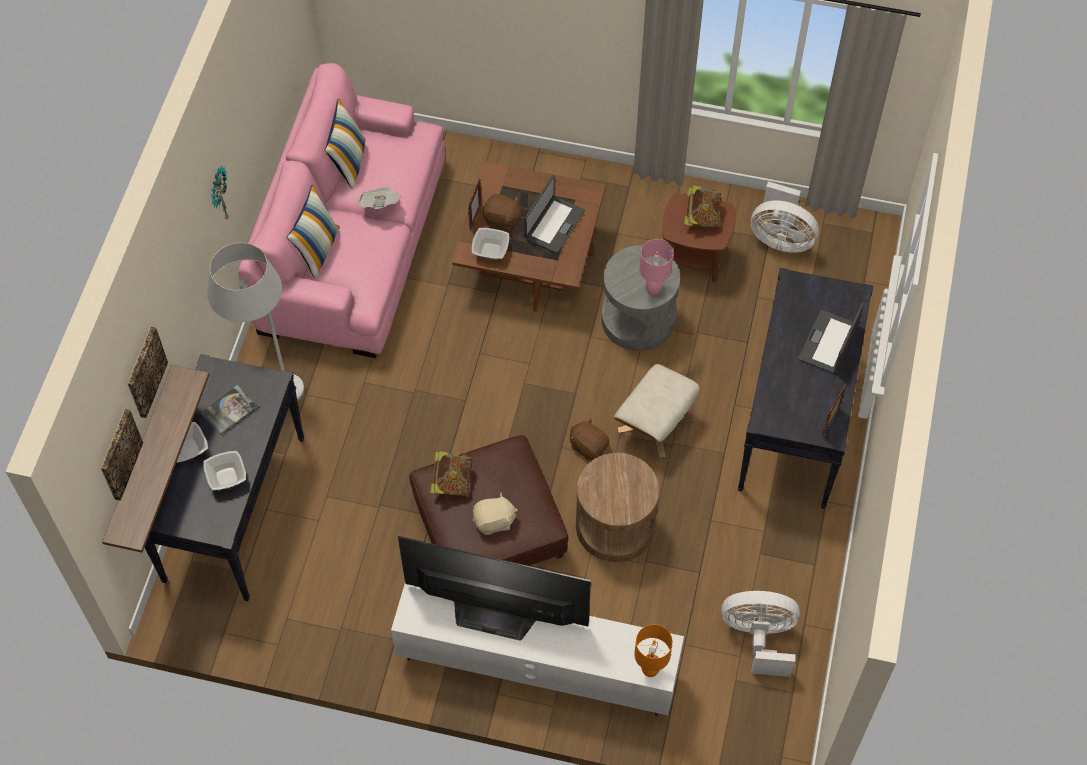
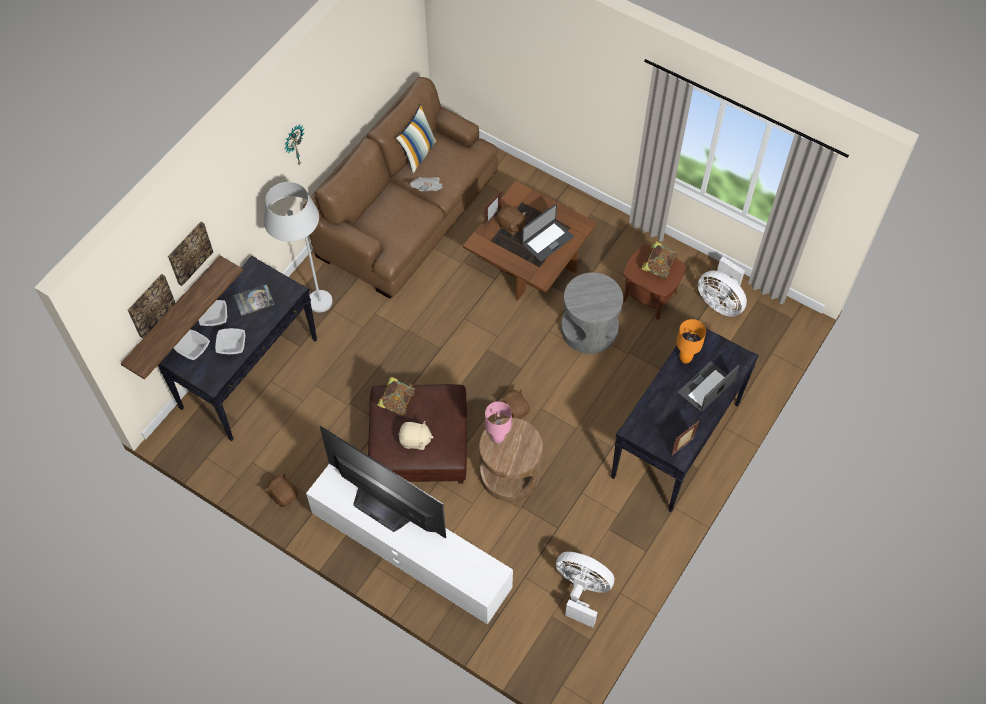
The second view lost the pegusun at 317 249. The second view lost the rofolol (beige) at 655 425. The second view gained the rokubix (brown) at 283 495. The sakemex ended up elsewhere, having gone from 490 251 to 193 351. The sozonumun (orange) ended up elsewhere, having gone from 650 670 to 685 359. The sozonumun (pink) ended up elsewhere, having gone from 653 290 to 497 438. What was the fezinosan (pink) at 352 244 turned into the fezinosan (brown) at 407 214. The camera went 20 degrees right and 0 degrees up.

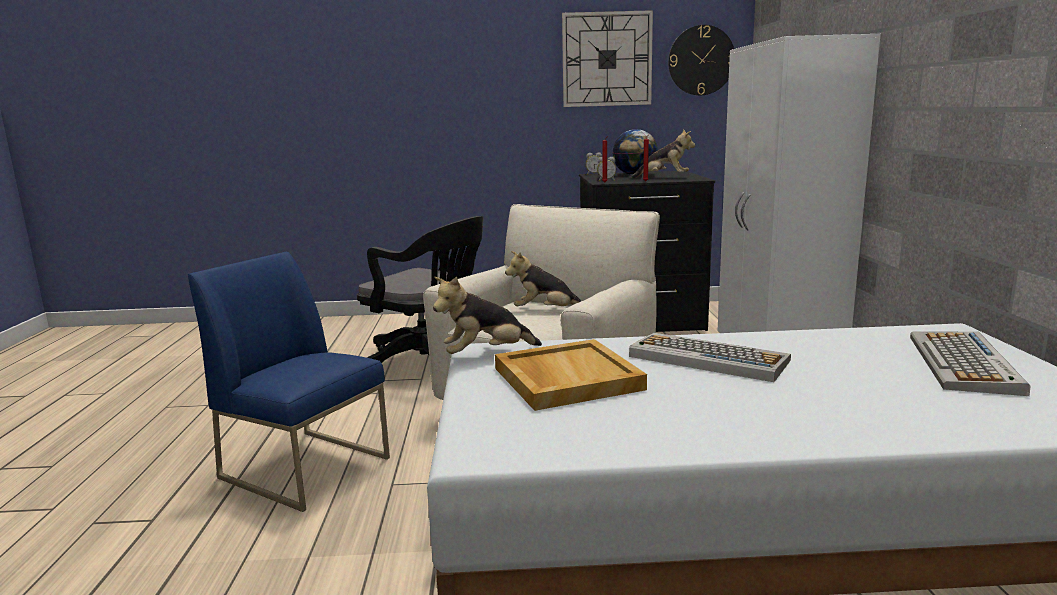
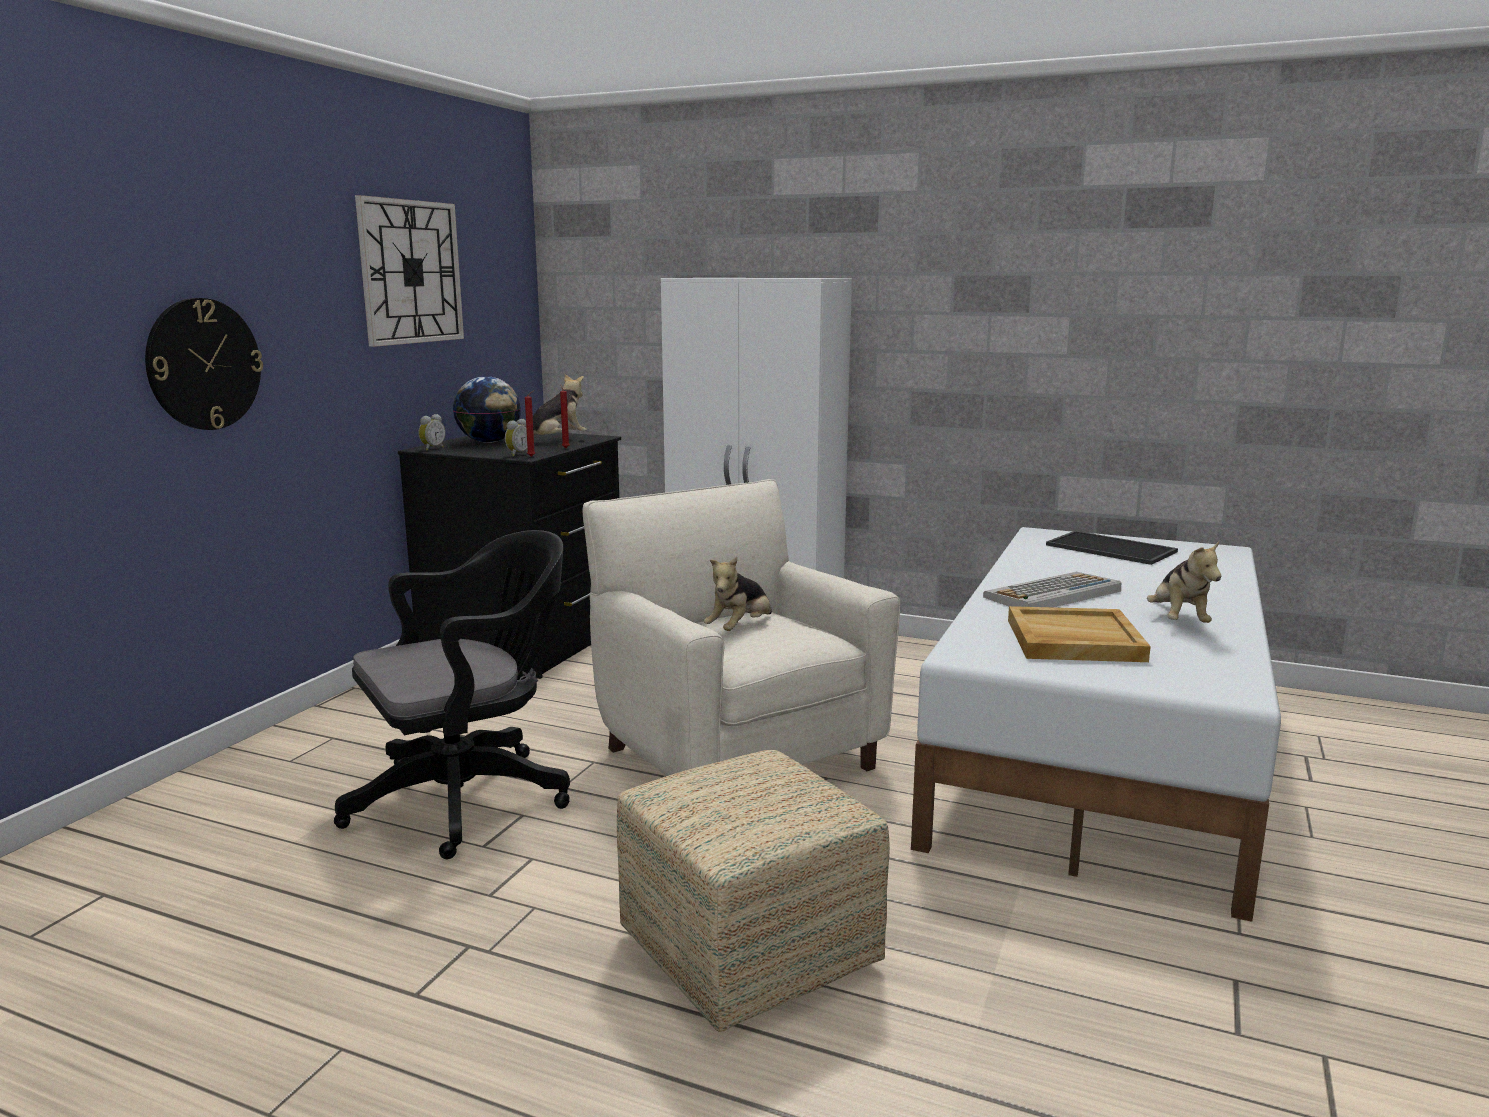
The rokubix ended up elsewhere, having gone from 486 355 to 1178 620. The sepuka ended up elsewhere, having gone from 701 60 to 204 364. Where the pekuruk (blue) stood at 307 467, the rofolol came to stand at 746 951. Where the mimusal stood at 964 364, the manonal came to stand at 1112 548. The camera went 65 degrees left and 0 degrees up.

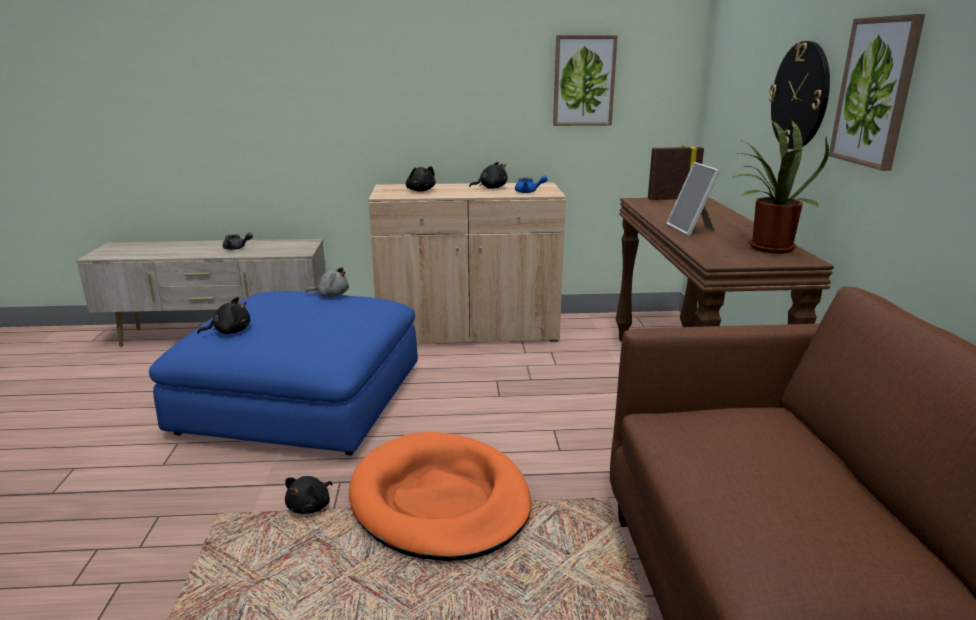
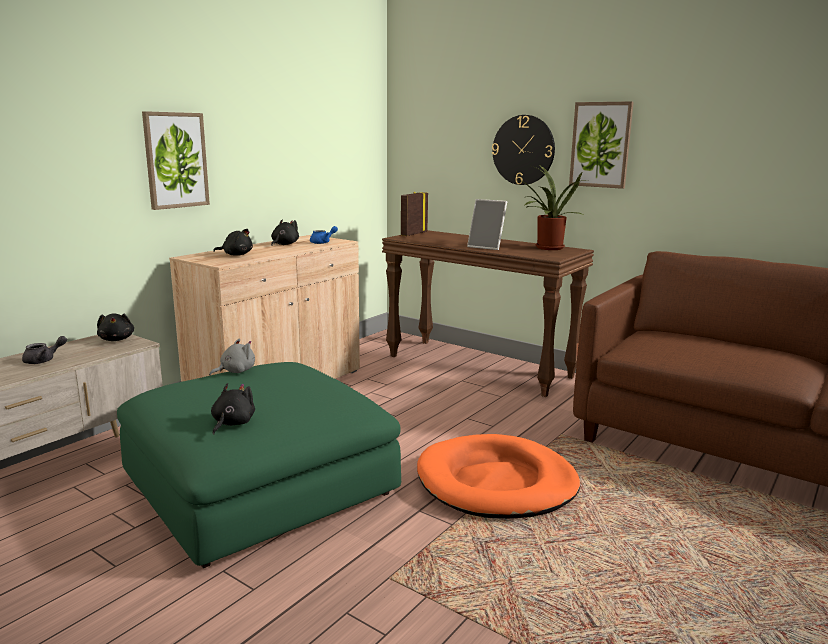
The rokubix (black) ended up elsewhere, having gone from 311 506 to 117 339. The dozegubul ended up elsewhere, having gone from 584 81 to 175 160. What was the rofolol (blue) at 302 400 turned into the rofolol (green) at 259 486. The camera went 50 degrees left and 5 degrees down.

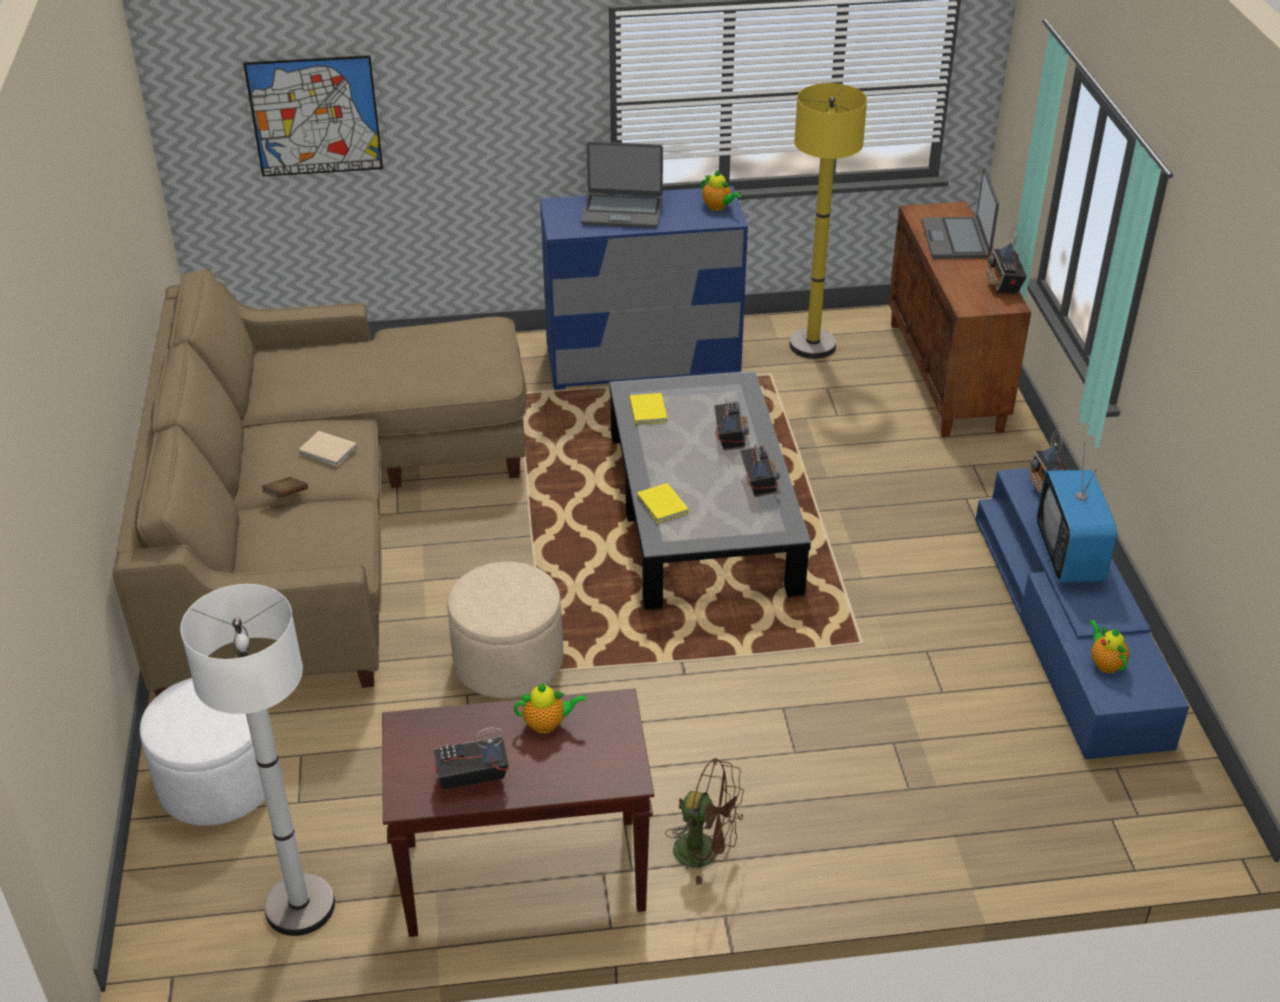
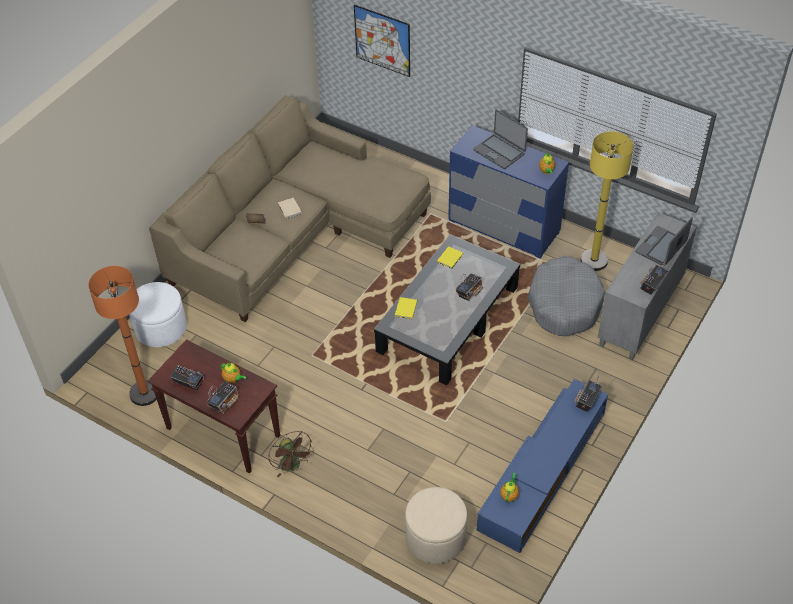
The second view lost the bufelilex at 1069 555. The second view gained the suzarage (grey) at 564 304. The rofolol (beige) ended up elsewhere, having gone from 508 662 to 435 537. The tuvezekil ended up elsewhere, having gone from 758 483 to 224 403. What was the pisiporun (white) at 300 906 turned into the pisiporun (orange) at 144 393. What was the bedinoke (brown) at 946 376 turned into the bedinoke (grey) at 640 314. The camera went 40 degrees right and 10 degrees up.

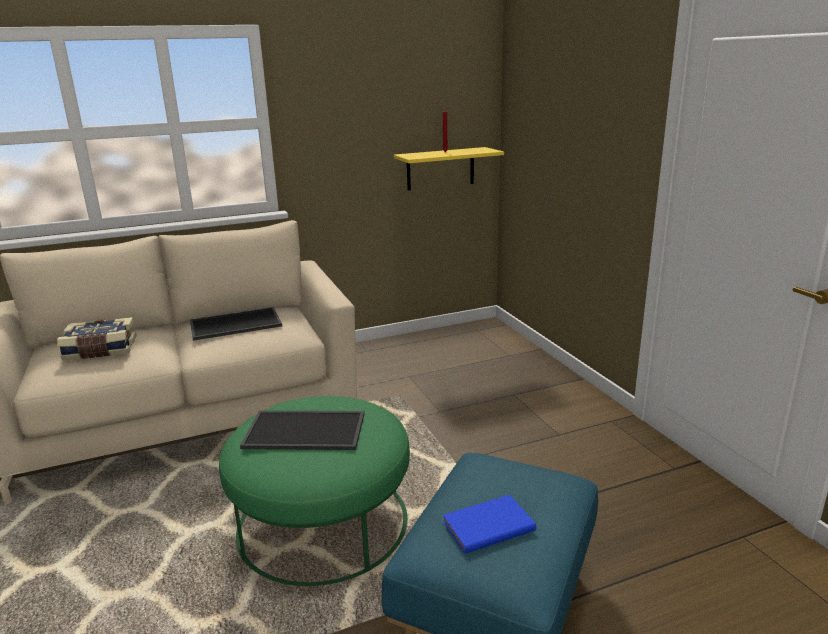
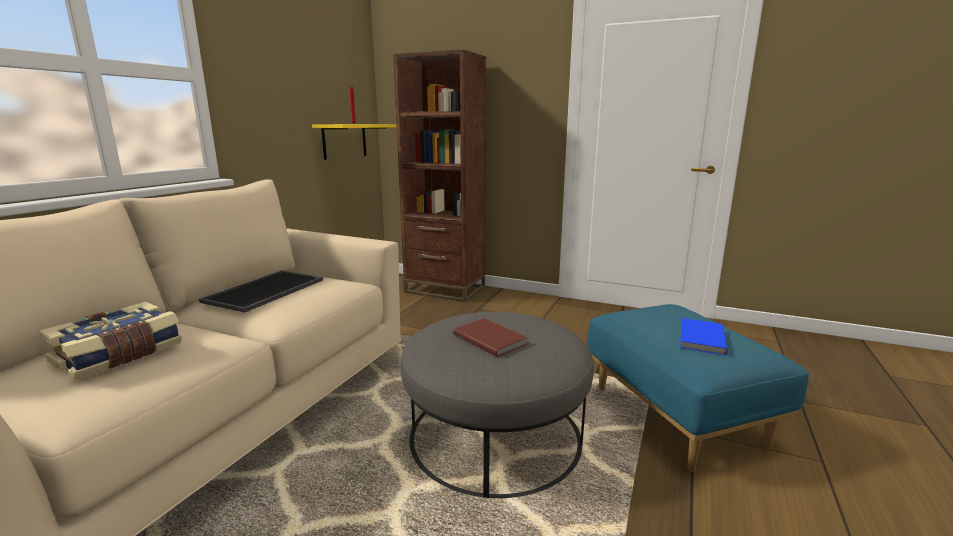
The second view gained the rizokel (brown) at 445 289. Where the manonal stood at 306 430, the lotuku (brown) came to stand at 490 339. What was the rofolol (green) at 323 522 turned into the rofolol (grey) at 494 435. The camera went 45 degrees left and 5 degrees down.

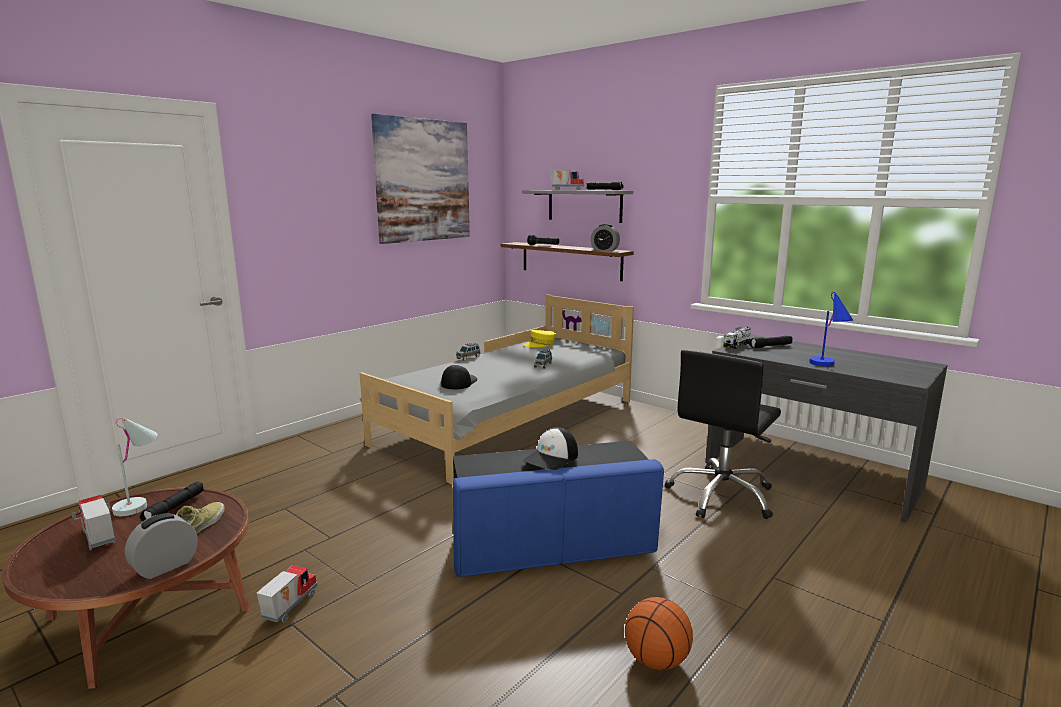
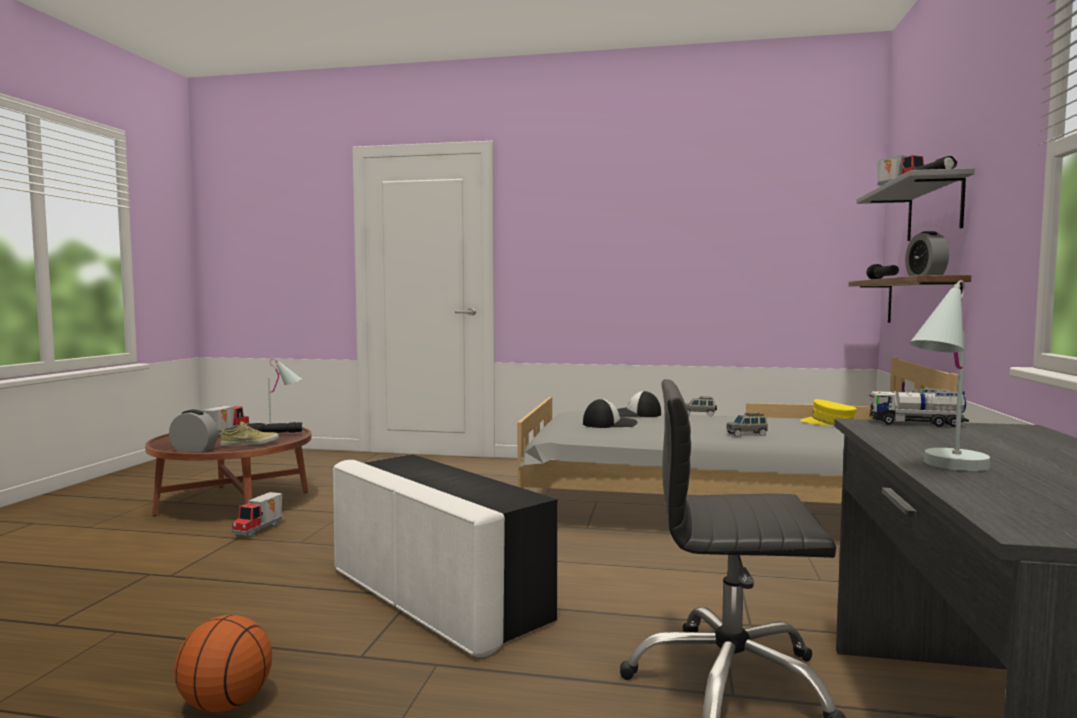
The second view lost the dozegubul at 423 180. The second view lost the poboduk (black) at 770 346. The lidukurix ended up elsewhere, having gone from 551 458 to 635 414. What was the rofolol (blue) at 552 546 turned into the rofolol (white) at 437 597. What was the sozonumun (blue) at 828 366 turned into the sozonumun (white) at 944 468. The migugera at 288 607 ended up facing another way, 120 degrees clockwise from before. The camera went 60 degrees right and 10 degrees down.

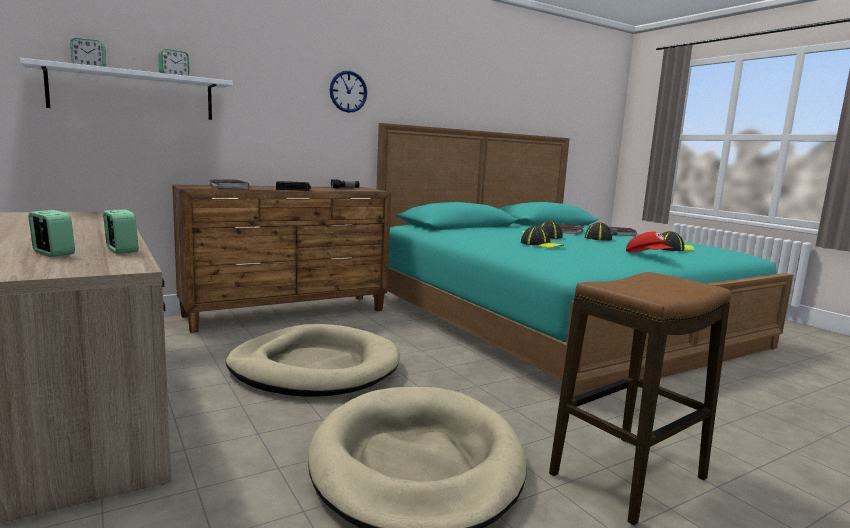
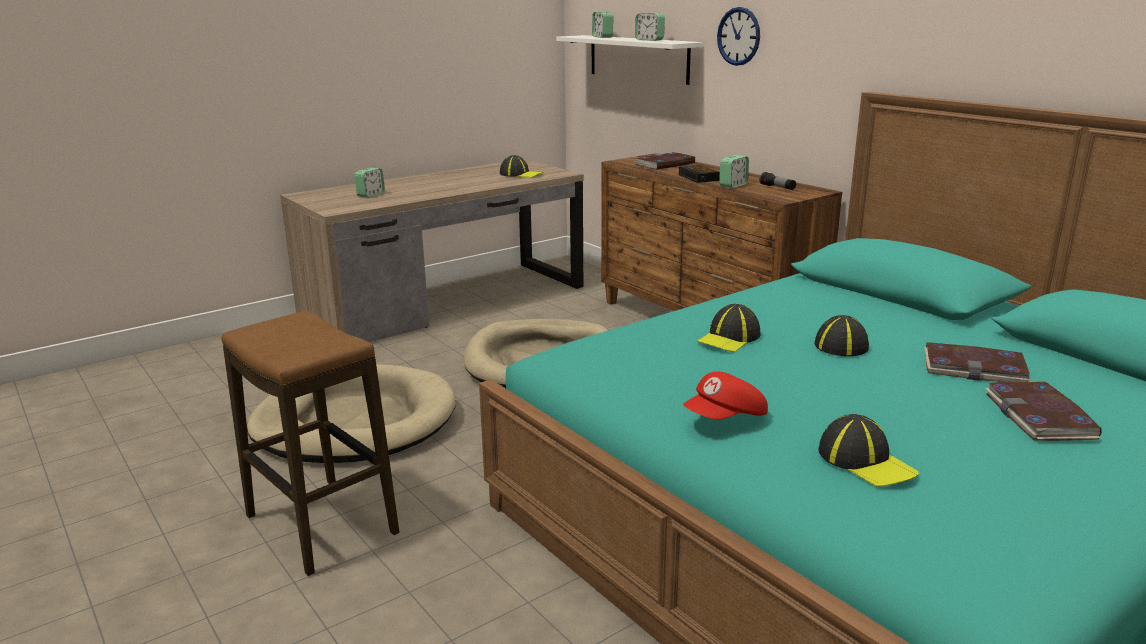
The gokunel ended up elsewhere, having gone from 121 250 to 733 185. The sepuka ended up elsewhere, having gone from 348 91 to 738 36. The lidukurix ended up elsewhere, having gone from 599 238 to 521 174. The camera went 85 degrees right and 10 degrees up.

